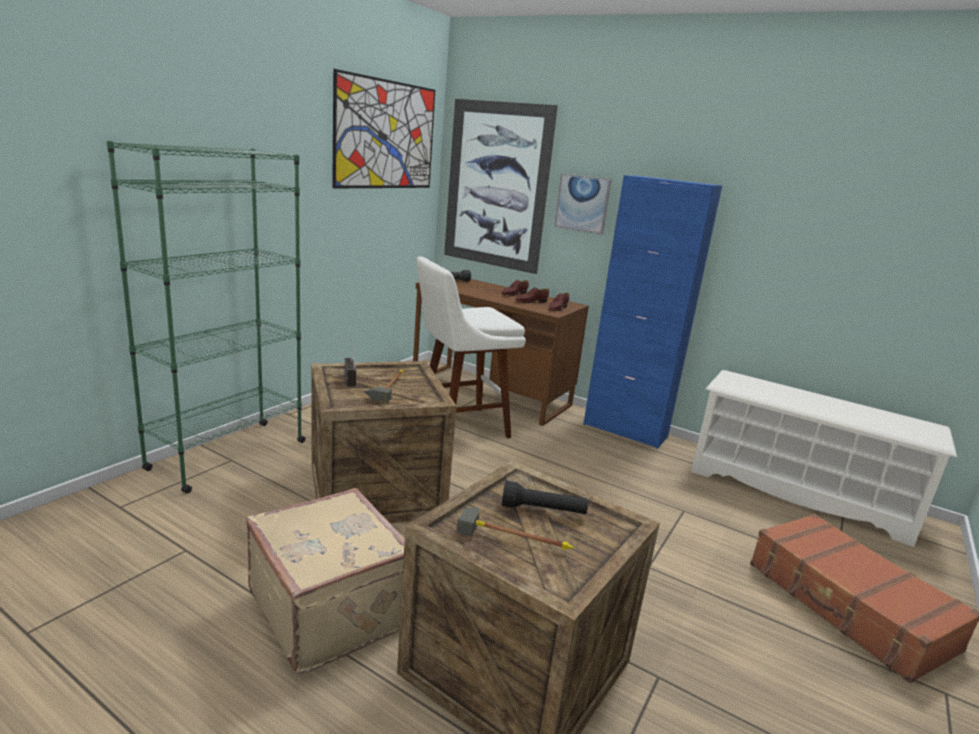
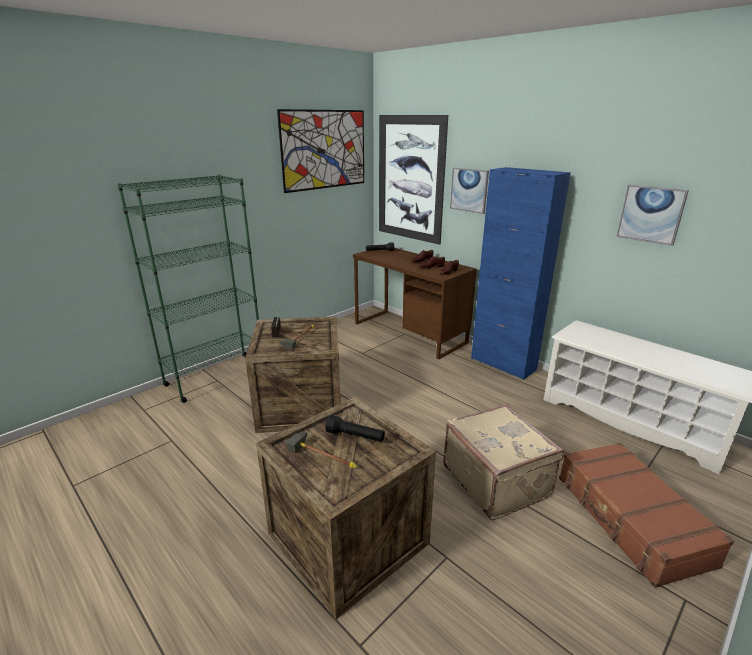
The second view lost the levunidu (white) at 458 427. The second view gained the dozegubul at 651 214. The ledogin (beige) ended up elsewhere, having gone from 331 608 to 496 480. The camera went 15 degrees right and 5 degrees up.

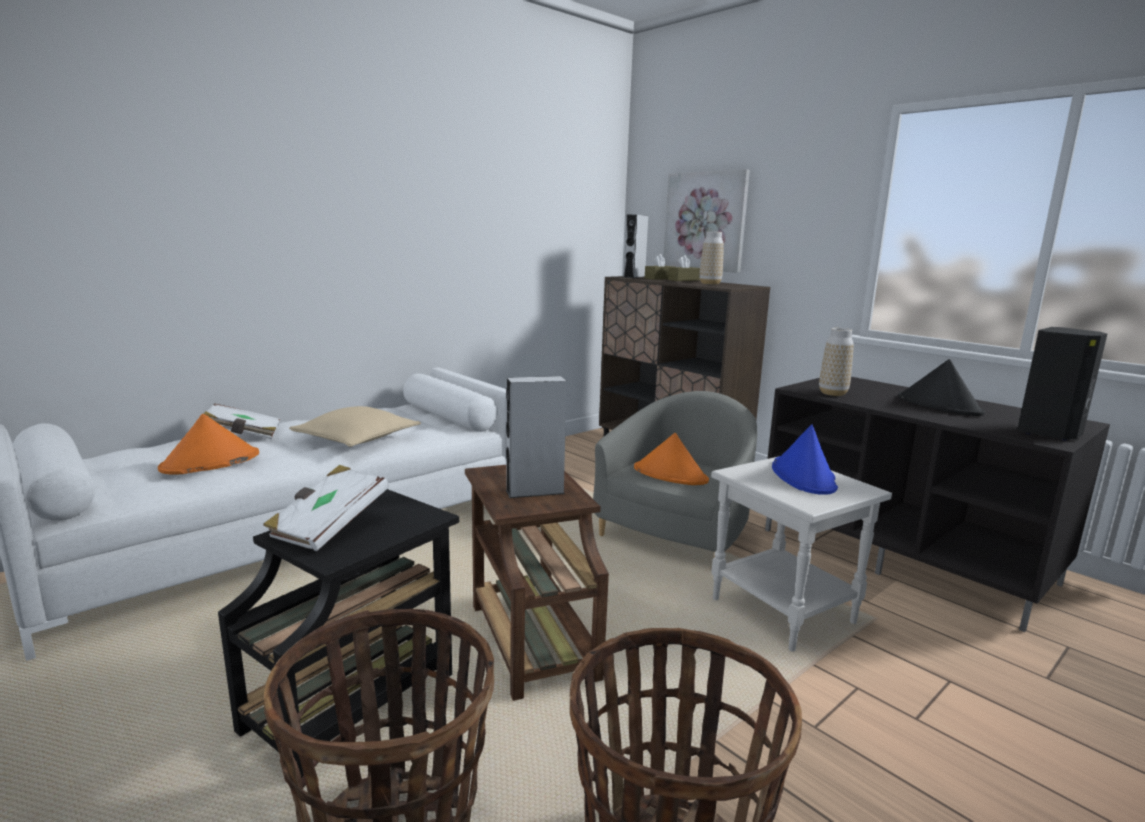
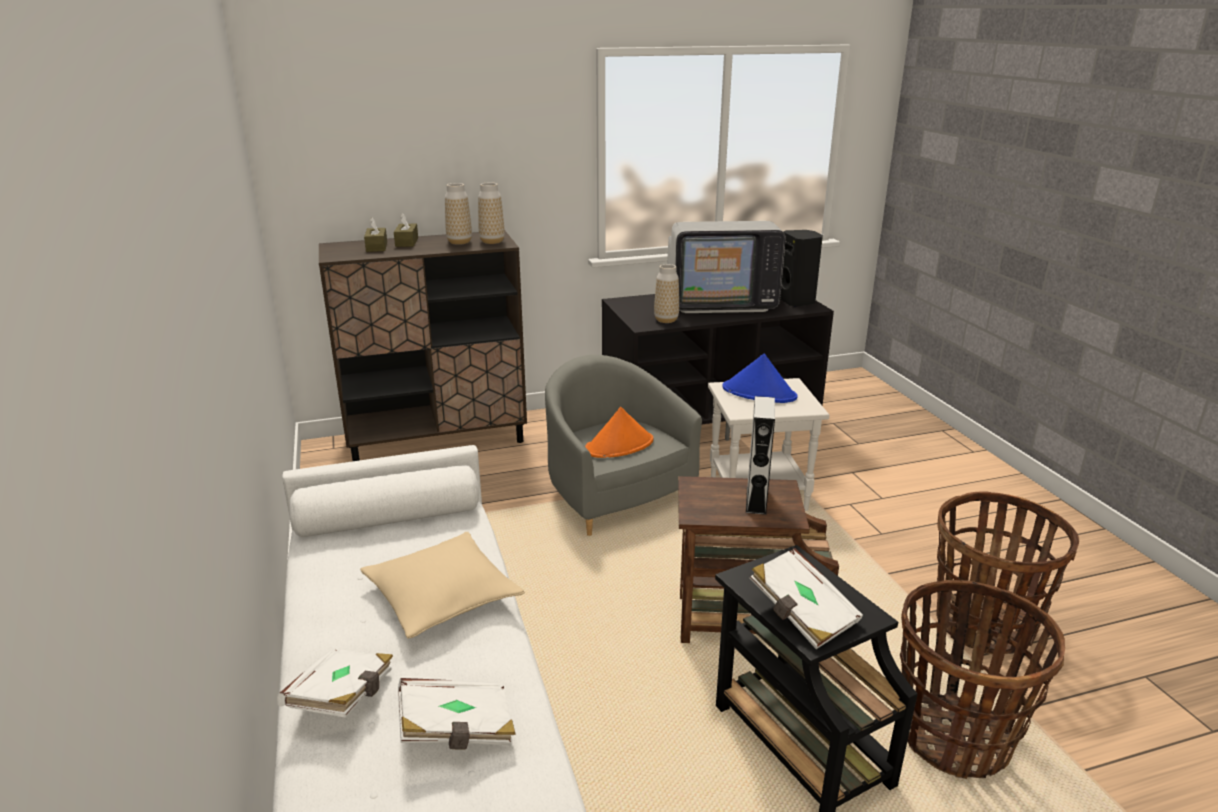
The second view lost the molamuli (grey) at 634 277. The second view lost the dozegubul at 705 221. The second view gained the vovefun at 492 241. Where the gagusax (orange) stood at 210 462, the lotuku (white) came to stand at 457 730. Where the gagusax (black) stood at 939 406, the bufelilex came to stand at 720 303. The camera went 65 degrees left and 10 degrees up.

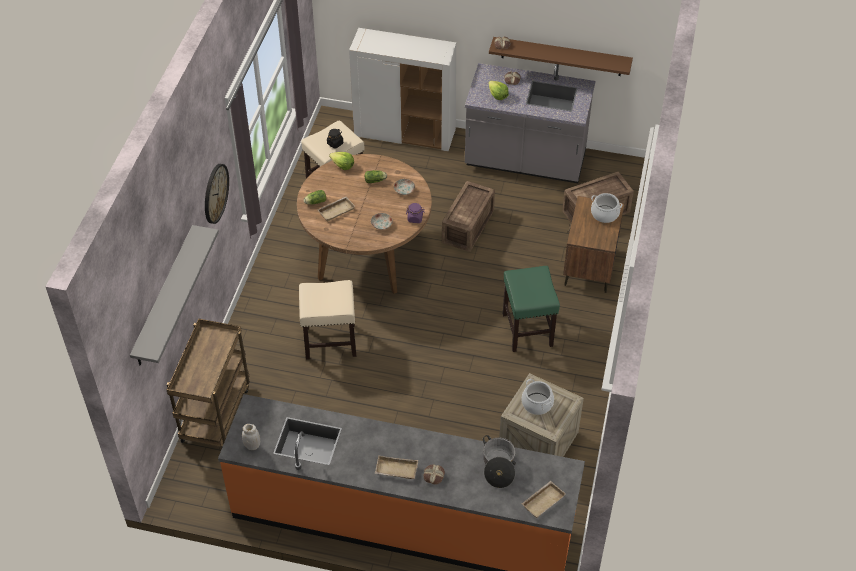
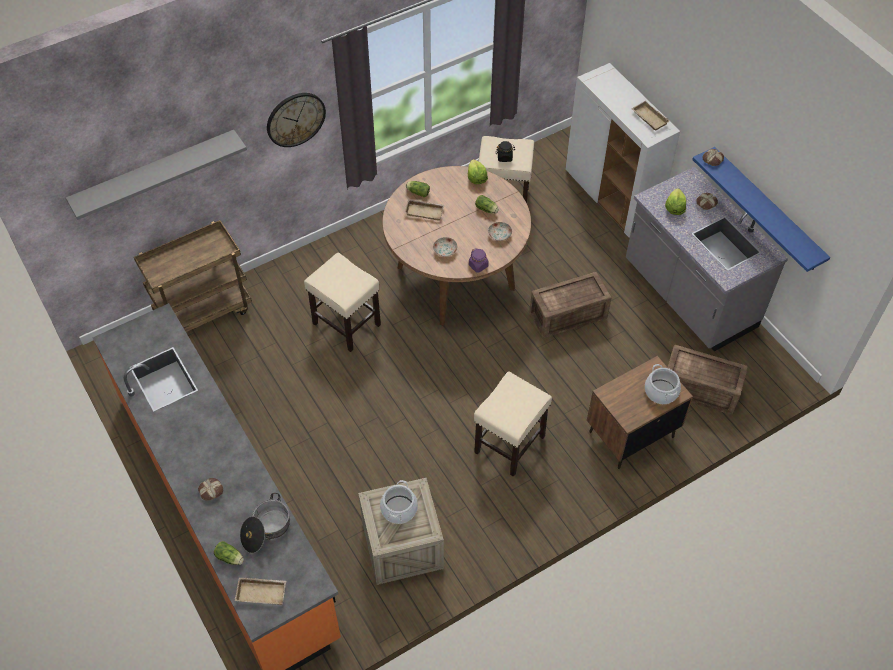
The second view lost the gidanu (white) at 252 445. The second view gained the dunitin at 230 558. The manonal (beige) ended up elsewhere, having gone from 395 470 to 648 118. What was the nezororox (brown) at 561 56 turned into the nezororox (blue) at 766 210. What was the levunidu (green) at 528 330 turned into the levunidu (beige) at 509 445. The camera went 45 degrees right and 5 degrees up.

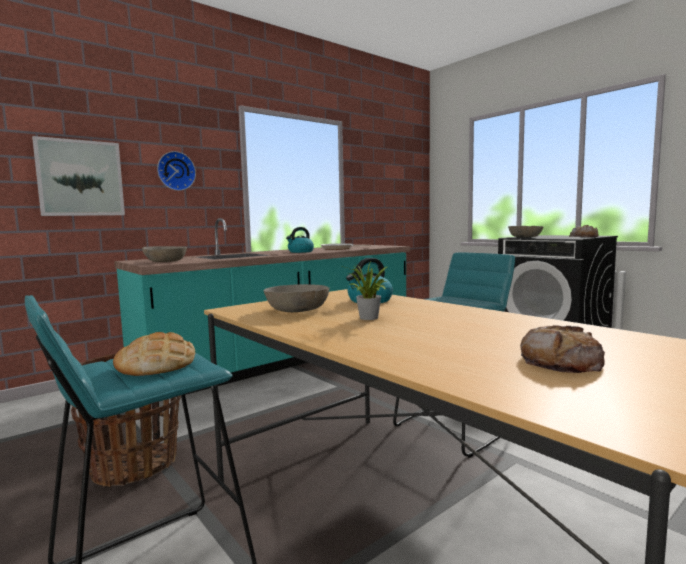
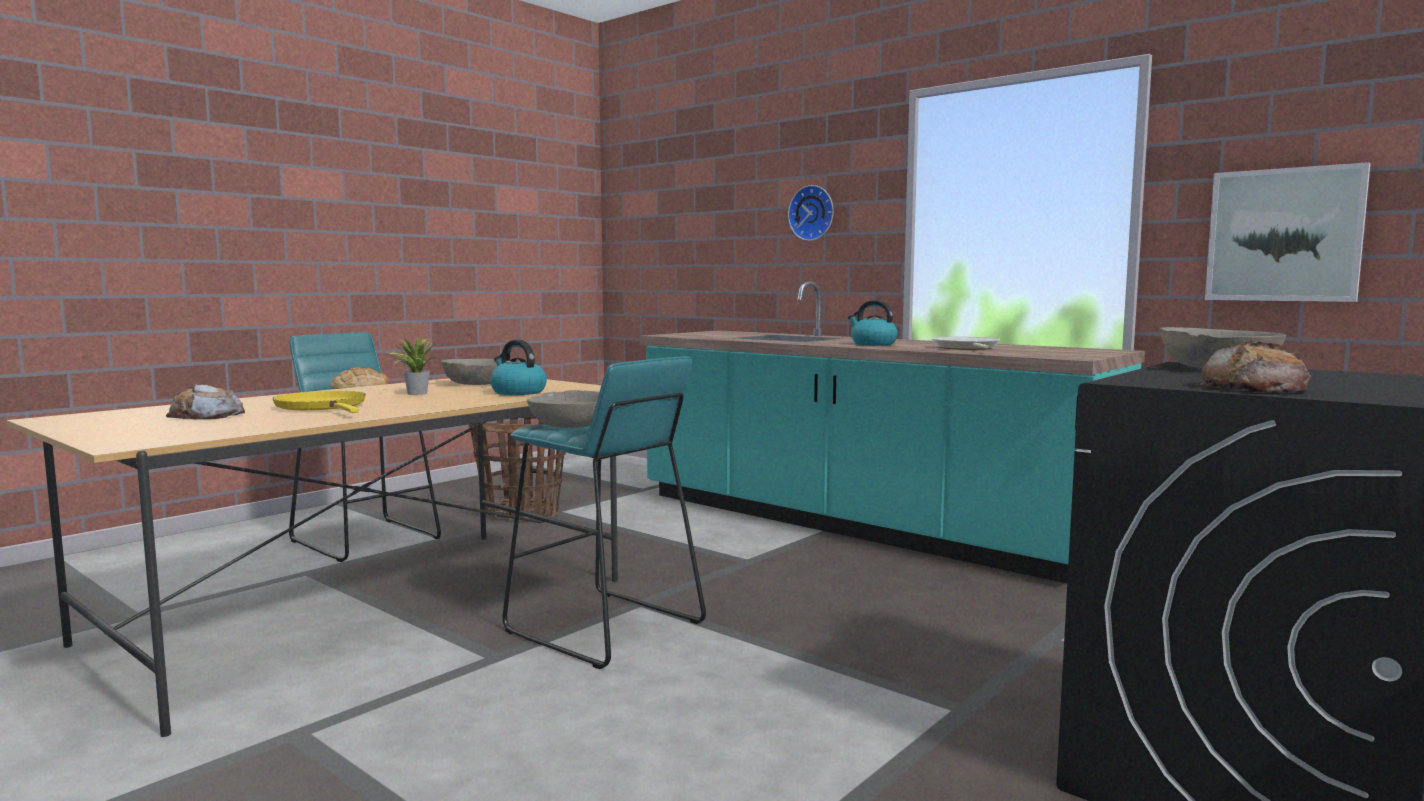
The second view gained the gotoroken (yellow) at 323 407. The dozegubul ended up elsewhere, having gone from 80 178 to 1284 235. The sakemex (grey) ended up elsewhere, having gone from 166 261 to 570 425. The camera went 80 degrees right and 0 degrees up.

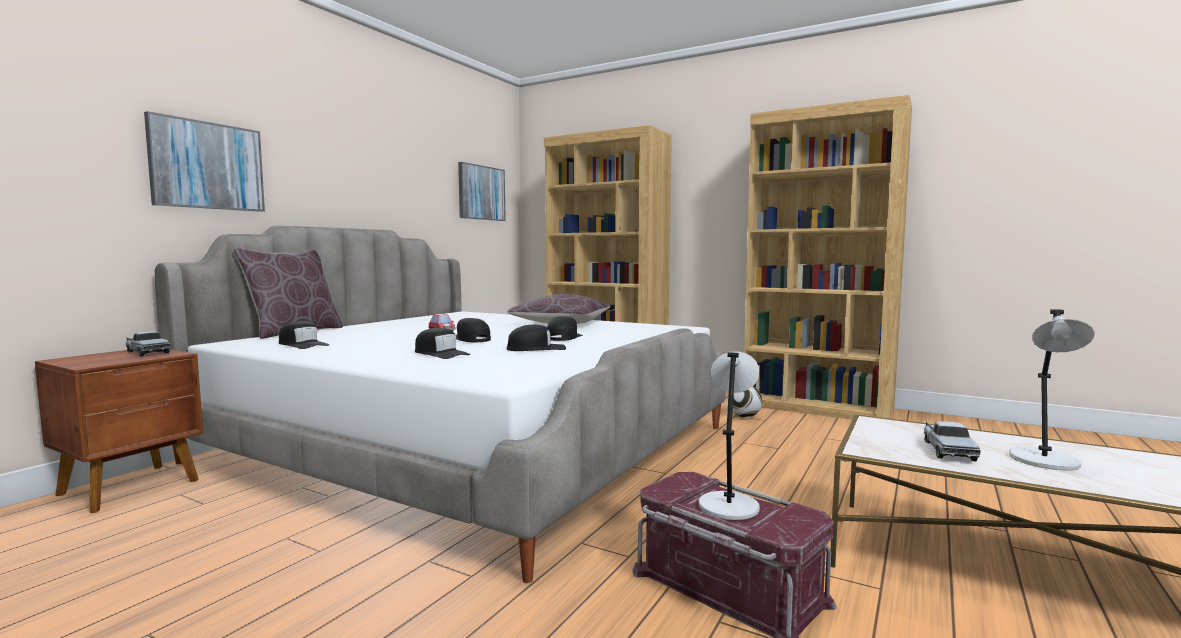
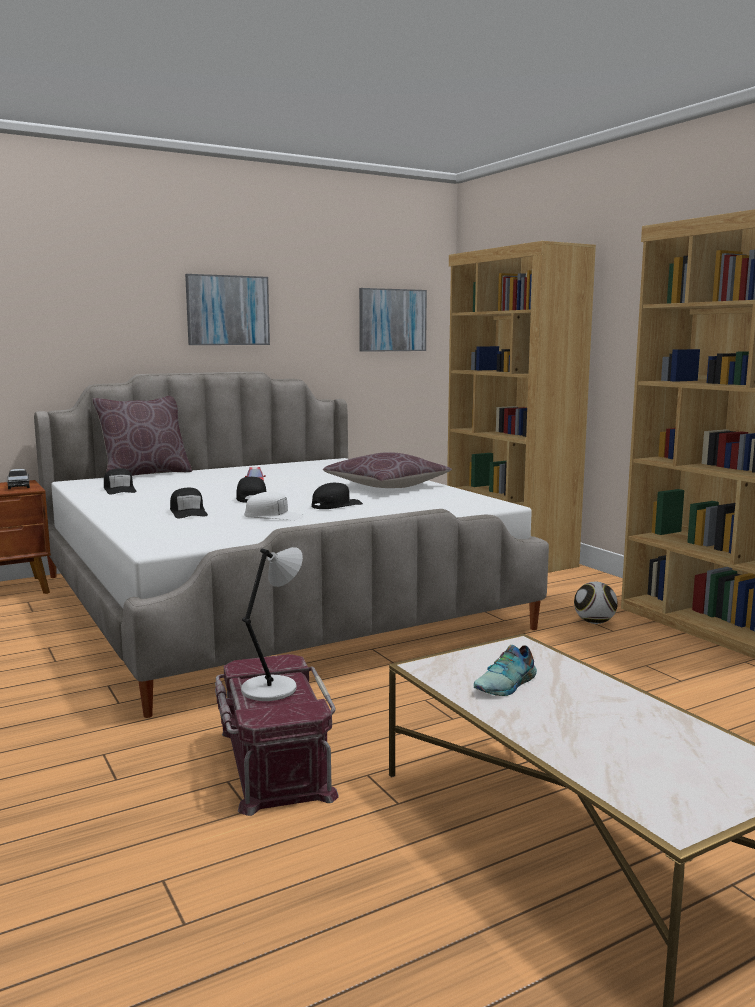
The second view lost the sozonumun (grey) at 1045 461. The dozegubul ended up elsewhere, having gone from 207 166 to 227 310. Where the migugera stood at 947 450, the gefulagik came to stand at 507 685. What was the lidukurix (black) at 536 349 turned into the lidukurix (white) at 274 516. The camera went 30 degrees right and 5 degrees up.

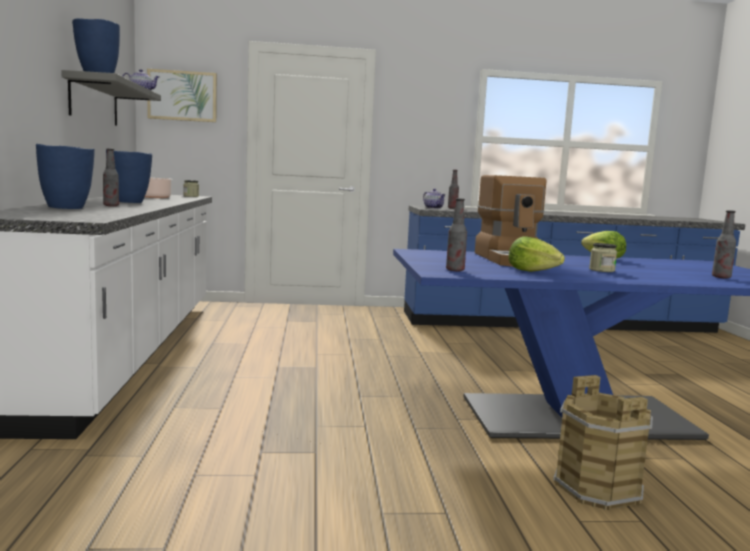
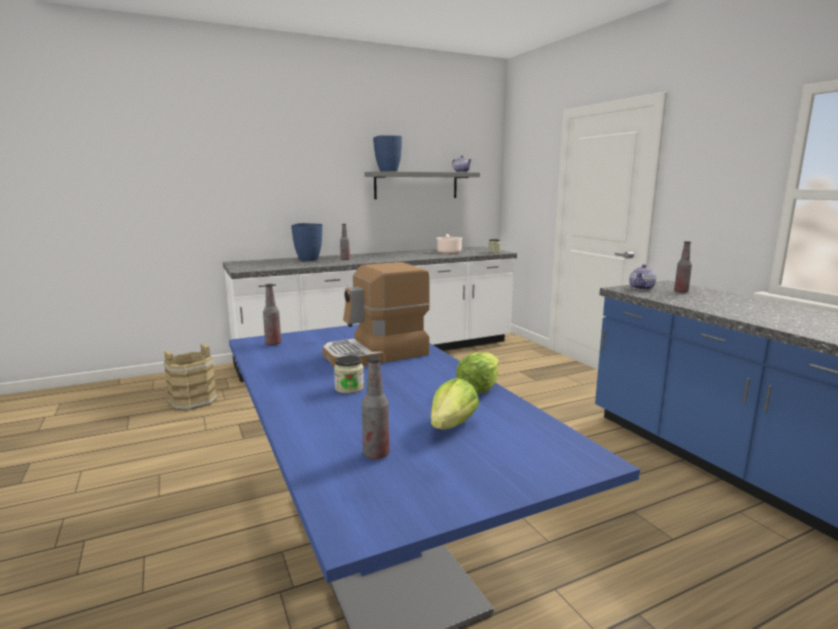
The second view lost the vovefun (blue) at 129 202. The second view lost the dozegubul at 182 96. The dunitin ended up elsewhere, having gone from 532 271 to 452 426. The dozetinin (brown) ended up elsewhere, having gone from 596 488 to 192 401. The camera went 70 degrees right and 5 degrees up.

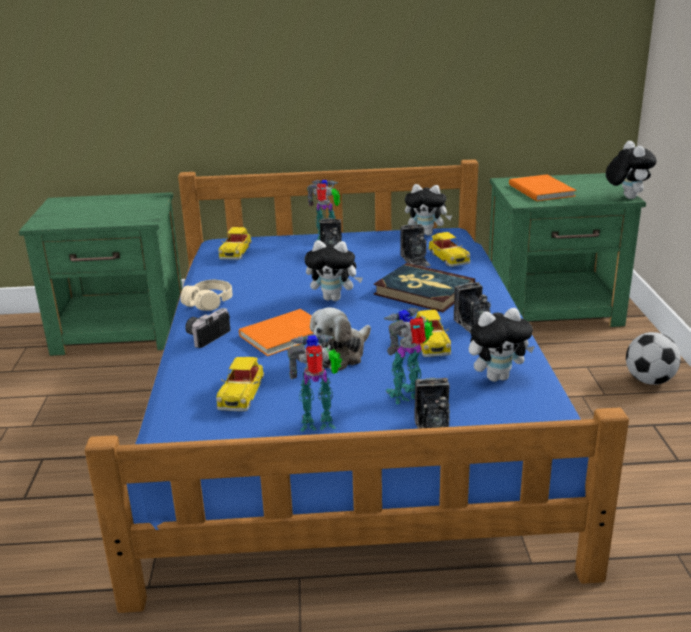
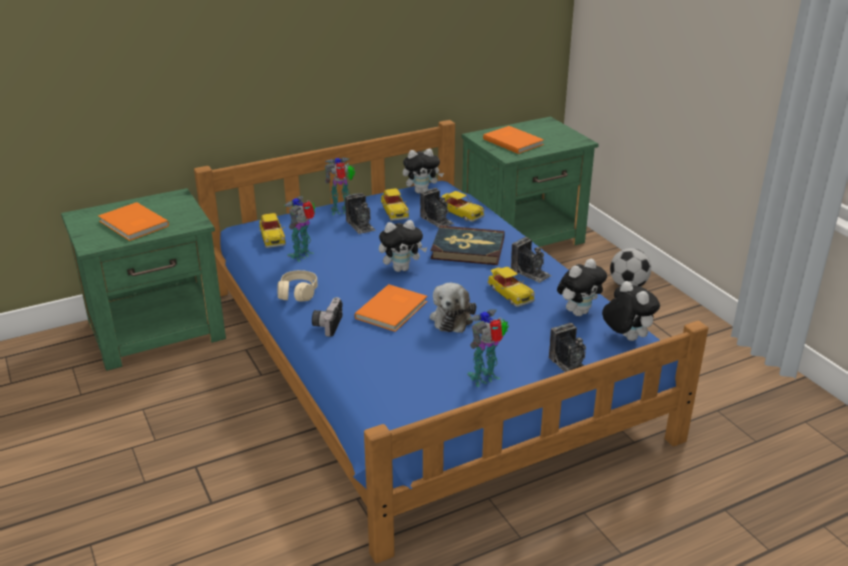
The second view gained the lotuku (orange) at 133 224. The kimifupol ended up elsewhere, having gone from 242 393 to 394 211. The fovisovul ended up elsewhere, having gone from 408 395 to 303 255. The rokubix ended up elsewhere, having gone from 626 197 to 625 338. The camera went 25 degrees left and 5 degrees up.

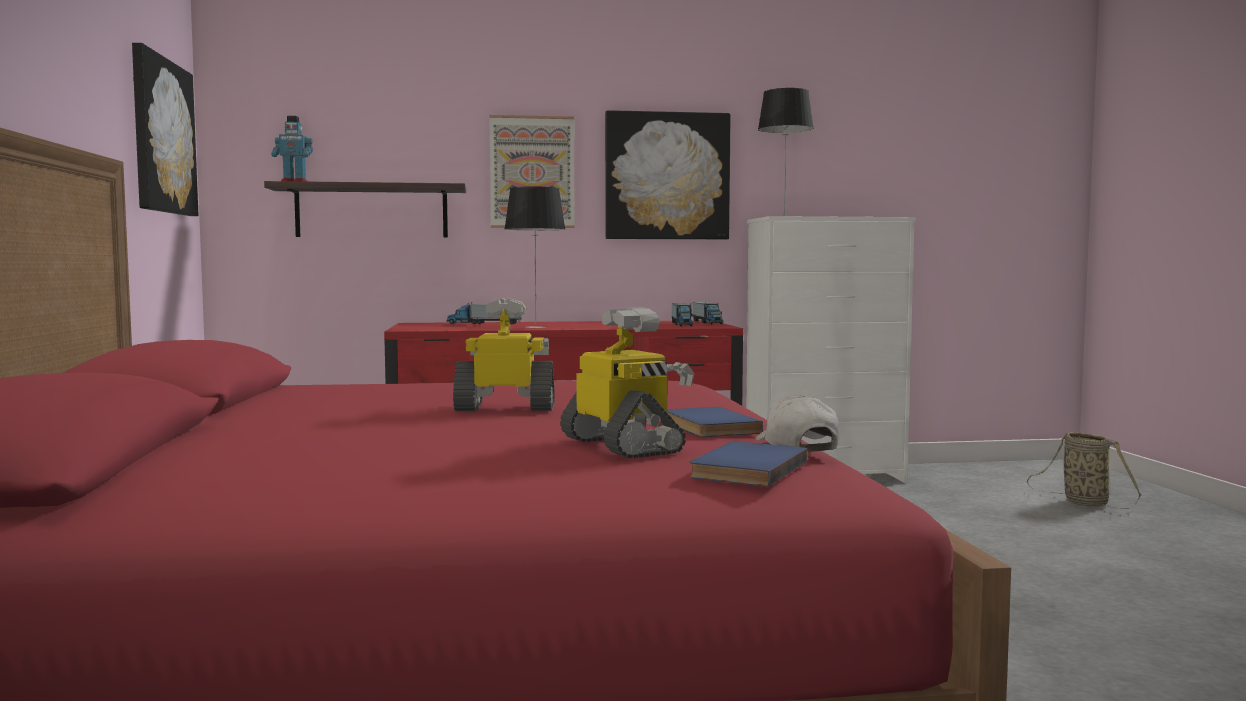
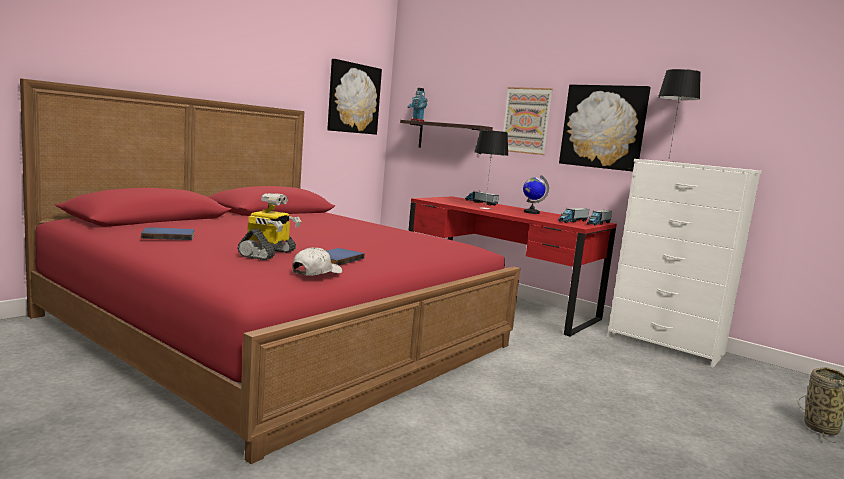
The second view lost the fovisovul at 506 408. The second view gained the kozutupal at 531 212. The lotuku (blue) ended up elsewhere, having gone from 744 469 to 168 236. The camera went 45 degrees right and 5 degrees up.

